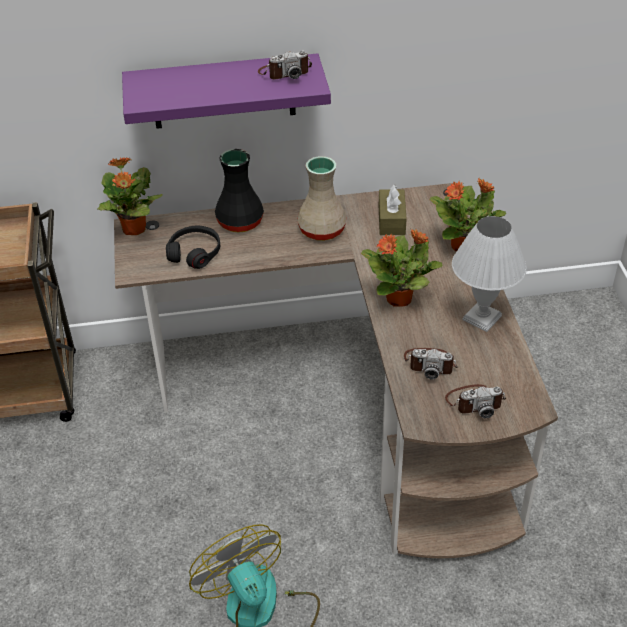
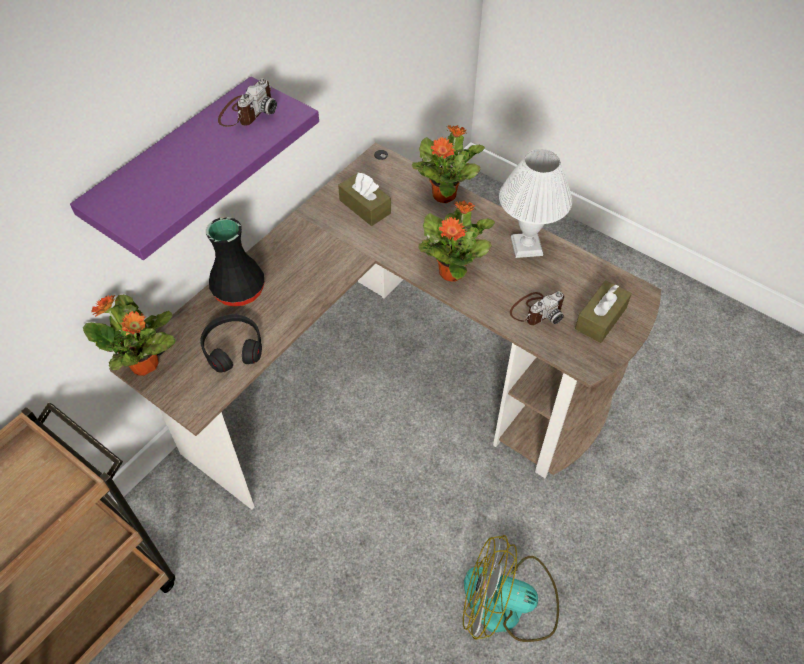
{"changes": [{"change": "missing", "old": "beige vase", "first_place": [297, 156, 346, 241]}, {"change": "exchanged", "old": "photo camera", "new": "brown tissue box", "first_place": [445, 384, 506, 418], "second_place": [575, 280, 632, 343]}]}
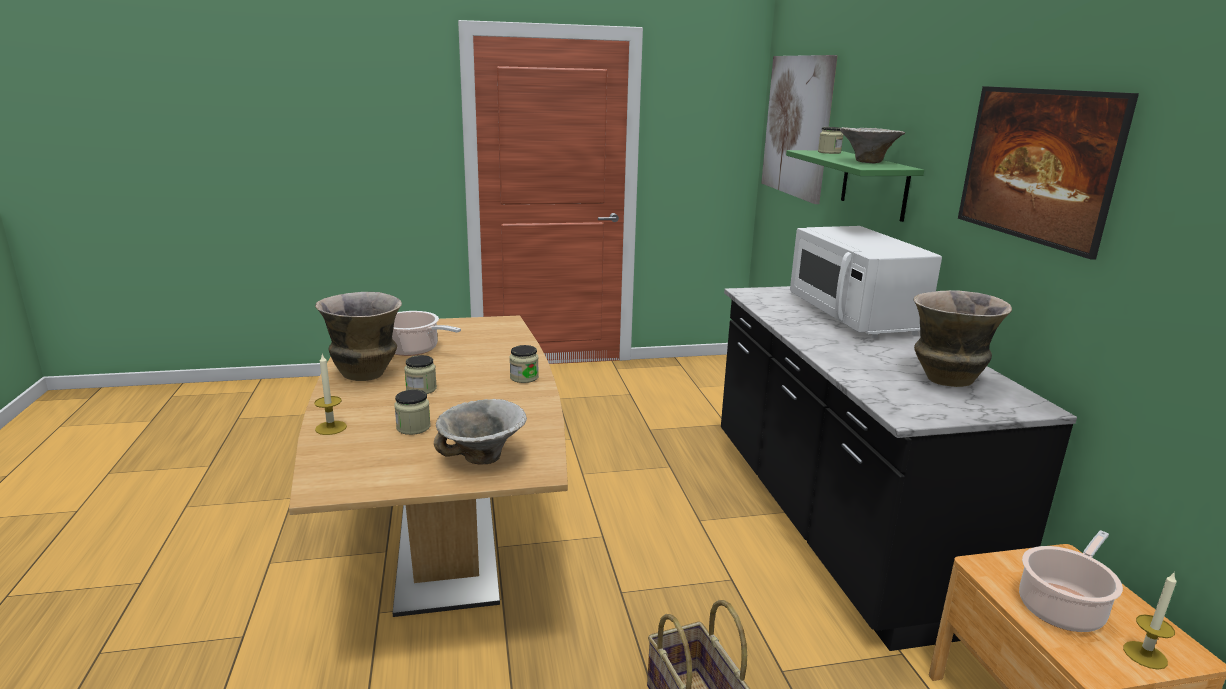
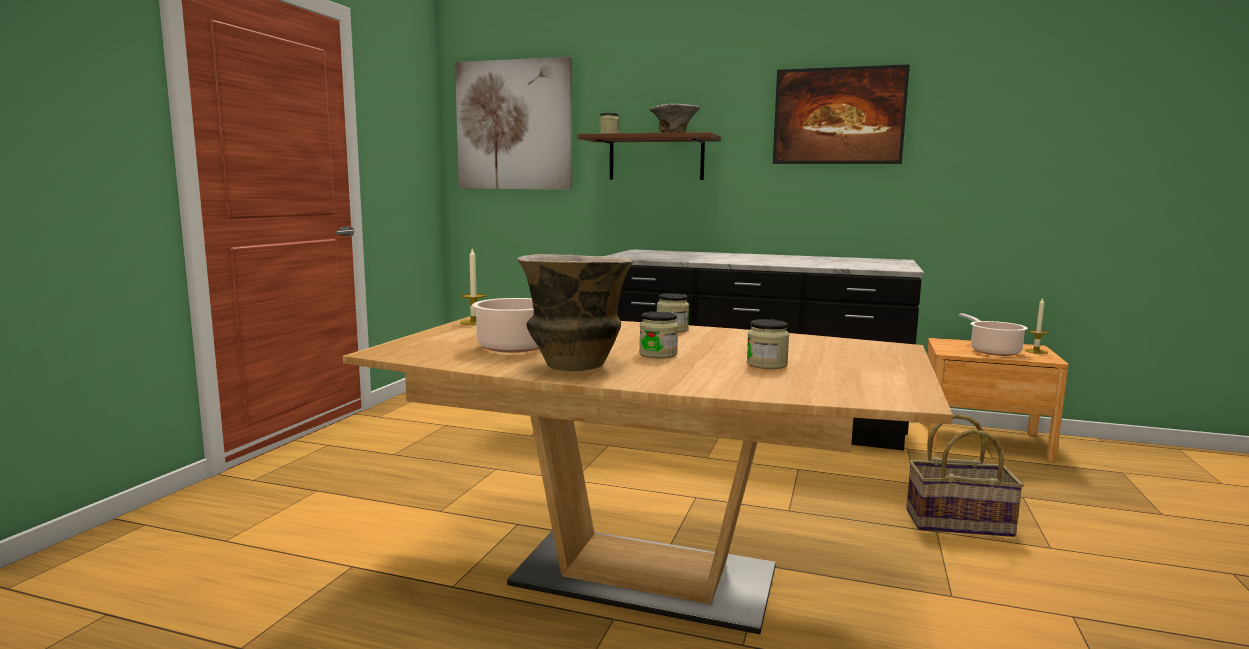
{"changes": [{"change": "relocated", "old": "candle", "first_place": [314, 354, 347, 435], "second_place": [460, 249, 486, 325]}, {"change": "missing", "old": "bowl", "first_place": [434, 399, 527, 465]}, {"change": "colour", "old": "green shelf", "new": "brown shelf", "first_place": [786, 150, 924, 222], "second_place": [578, 132, 721, 180]}, {"change": "missing", "old": "white microwave", "first_place": [790, 226, 942, 338]}, {"change": "missing", "old": "vase", "first_place": [913, 290, 1012, 387]}]}
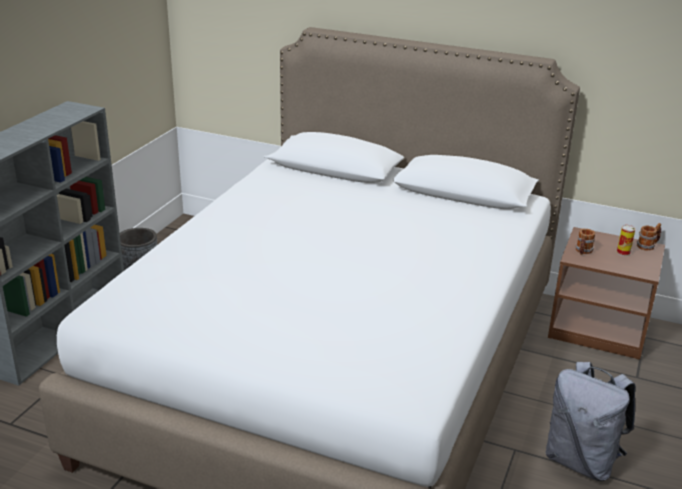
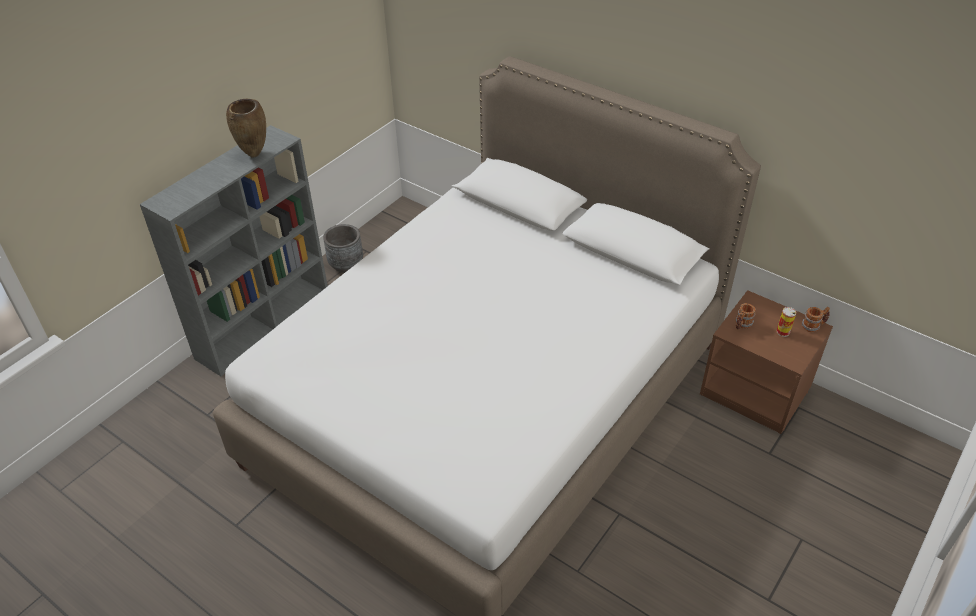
{"changes": [{"change": "missing", "old": "grey backpack", "first_place": [545, 362, 636, 481]}, {"change": "appeared", "new": "brown vase", "second_place": [226, 99, 266, 158]}]}
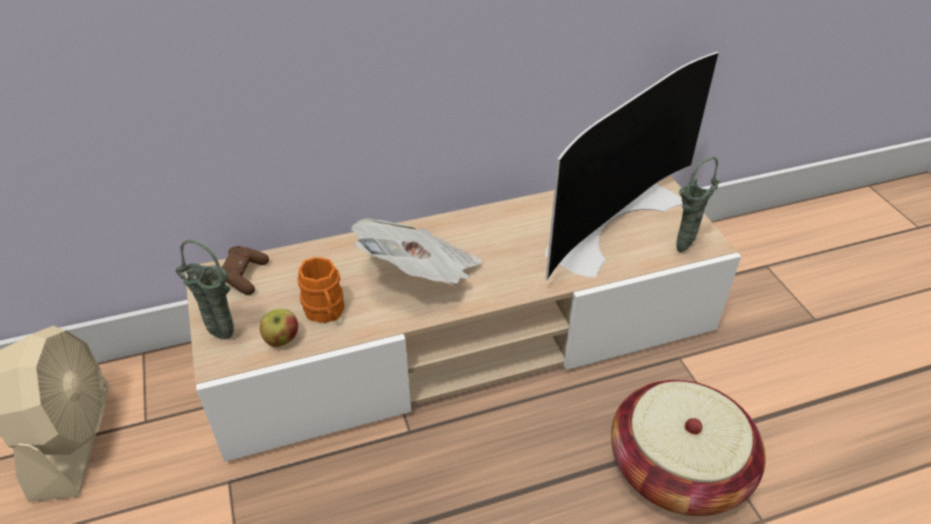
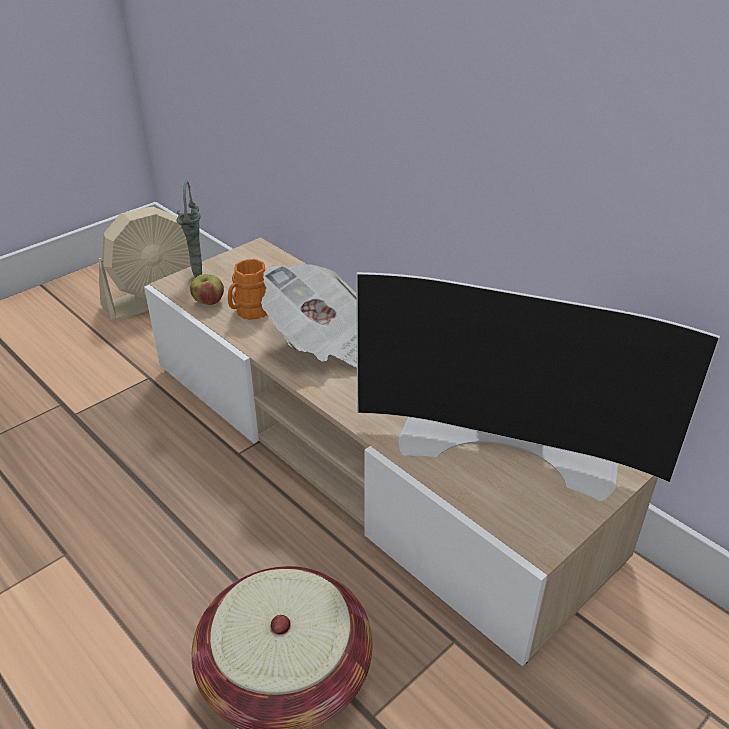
{"changes": [{"change": "missing", "old": "brown game controller", "first_place": [221, 246, 269, 295]}, {"change": "missing", "old": "green vase", "first_place": [676, 157, 720, 252]}]}
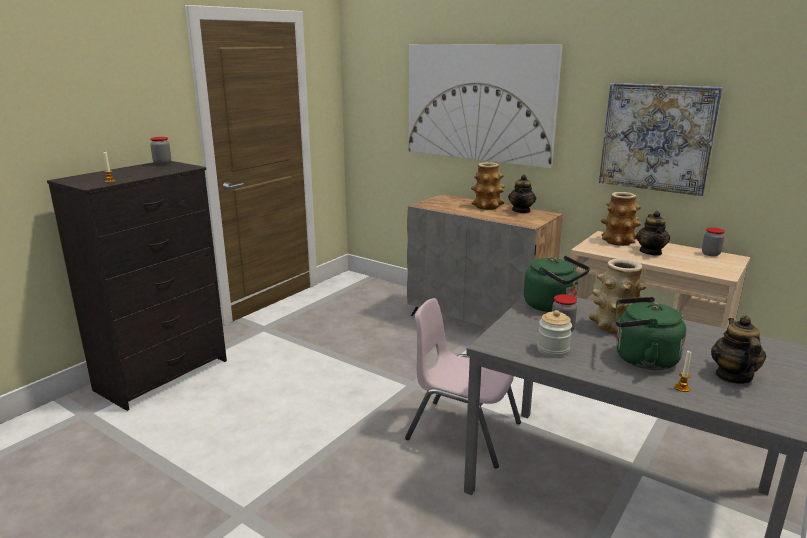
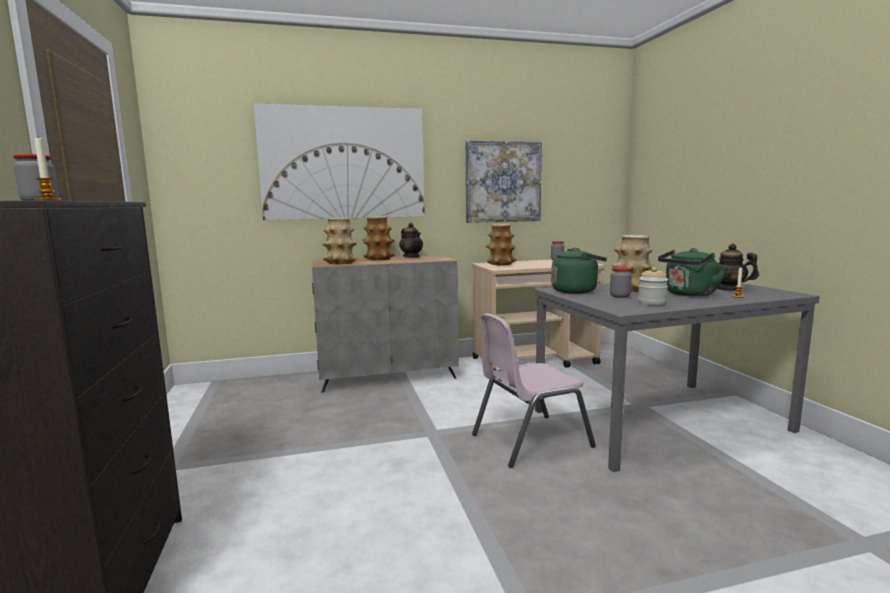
{"changes": [{"change": "missing", "old": "teapot", "first_place": [636, 211, 670, 256]}, {"change": "appeared", "new": "vase", "second_place": [322, 218, 357, 264]}]}
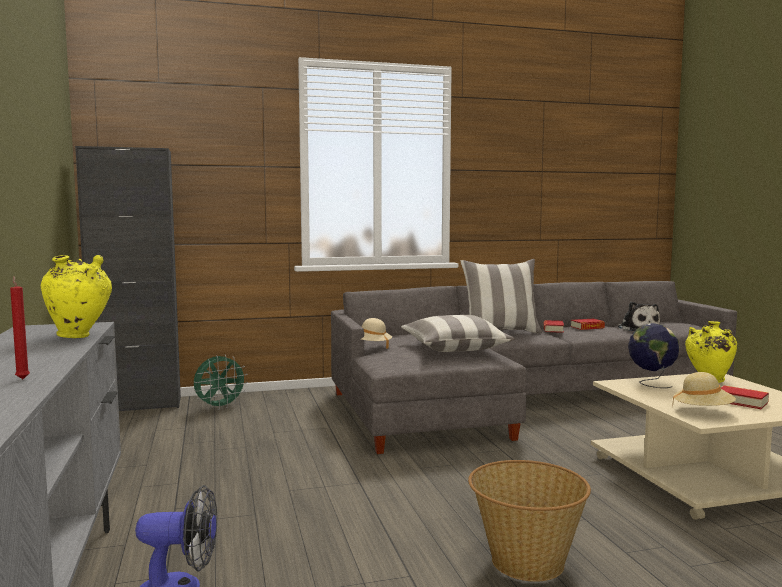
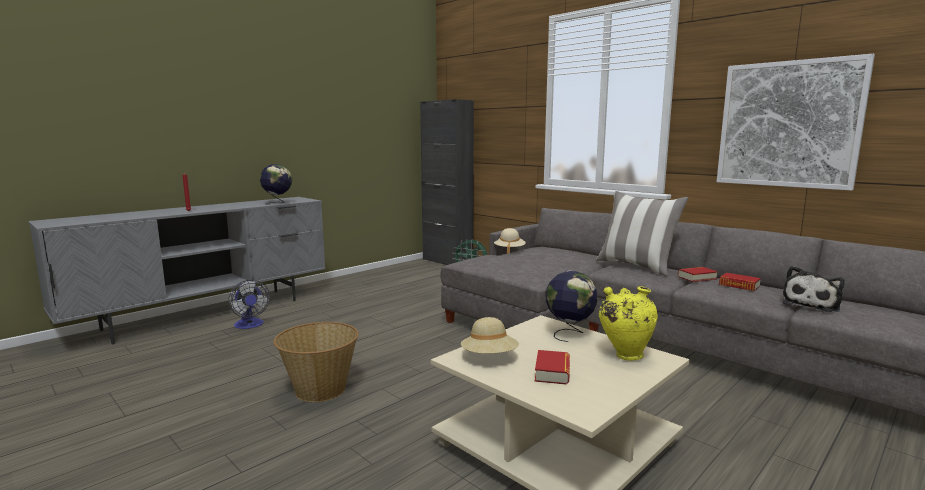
{"changes": [{"change": "exchanged", "old": "yellow vase", "new": "globe", "first_place": [41, 255, 112, 338], "second_place": [260, 164, 292, 205]}, {"change": "missing", "old": "pillow", "first_place": [401, 315, 515, 352]}, {"change": "appeared", "new": "picture", "second_place": [717, 54, 875, 191]}]}
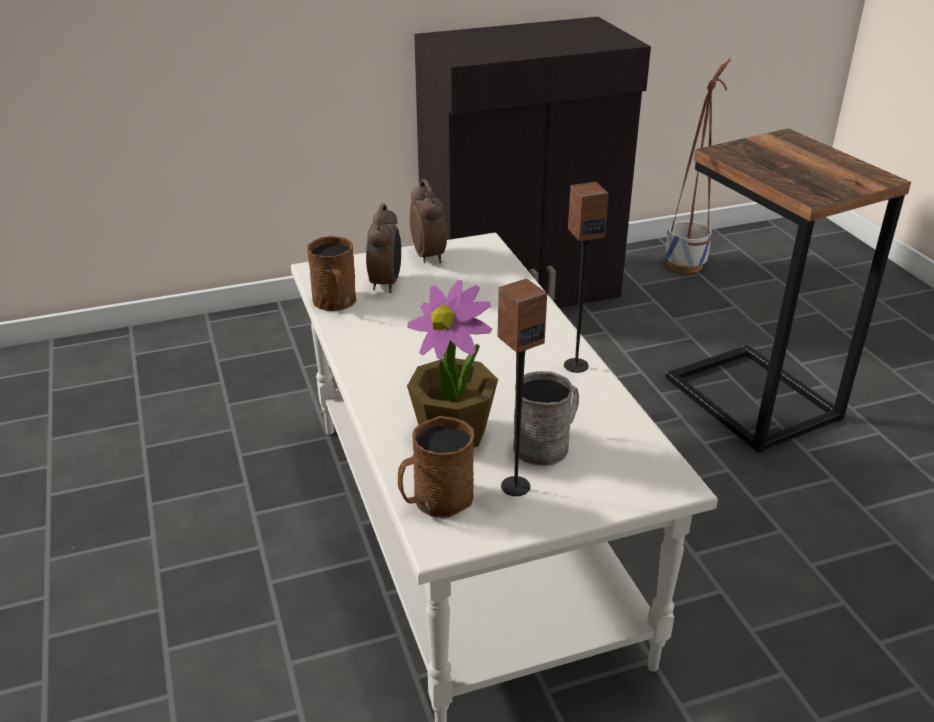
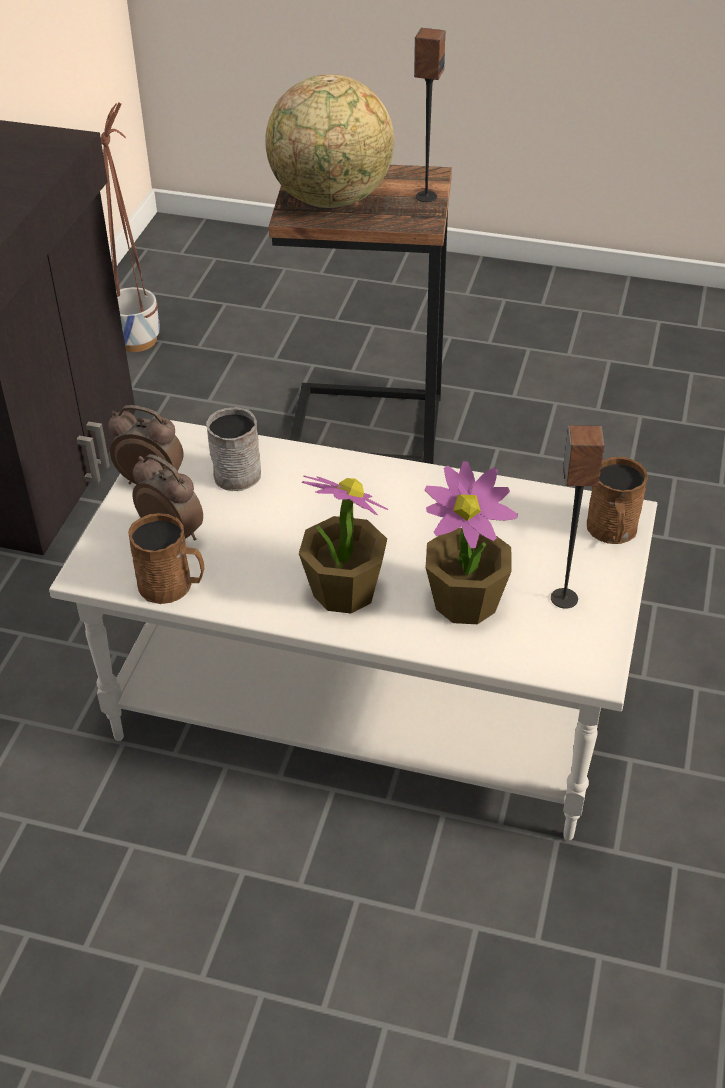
{"changes": [{"change": "relocated", "old": "brown mug", "first_place": [398, 416, 474, 518], "second_place": [587, 457, 648, 544]}, {"change": "relocated", "old": "grey mug", "first_place": [513, 371, 579, 466], "second_place": [206, 407, 261, 491]}, {"change": "relocated", "old": "speaker", "first_place": [564, 182, 609, 373], "second_place": [414, 28, 445, 202]}, {"change": "appeared", "new": "globe", "second_place": [265, 74, 394, 208]}, {"change": "appeared", "new": "potted plant", "second_place": [299, 475, 388, 614]}]}
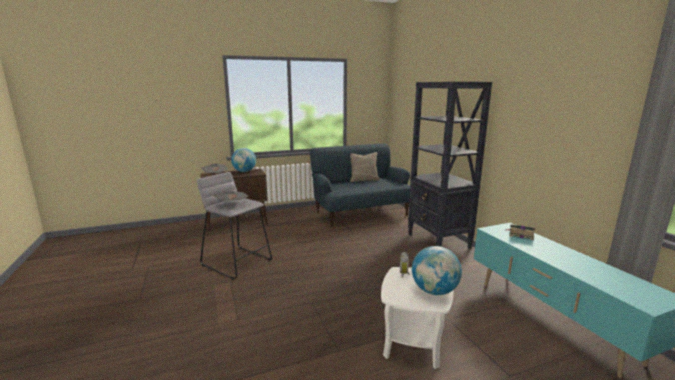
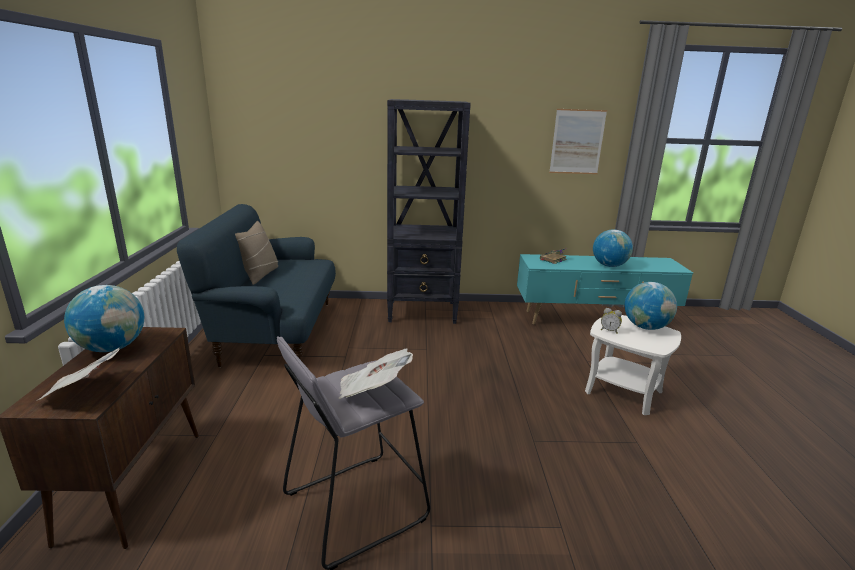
{"changes": [{"change": "appeared", "new": "picture", "second_place": [549, 109, 607, 174]}, {"change": "appeared", "new": "globe", "second_place": [593, 229, 633, 267]}]}
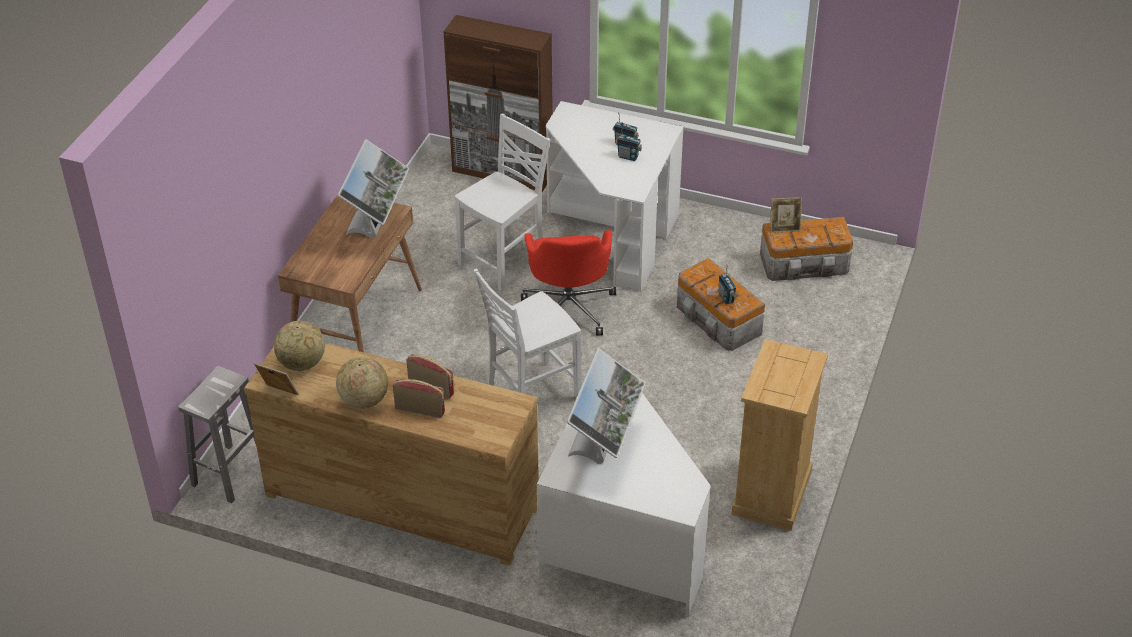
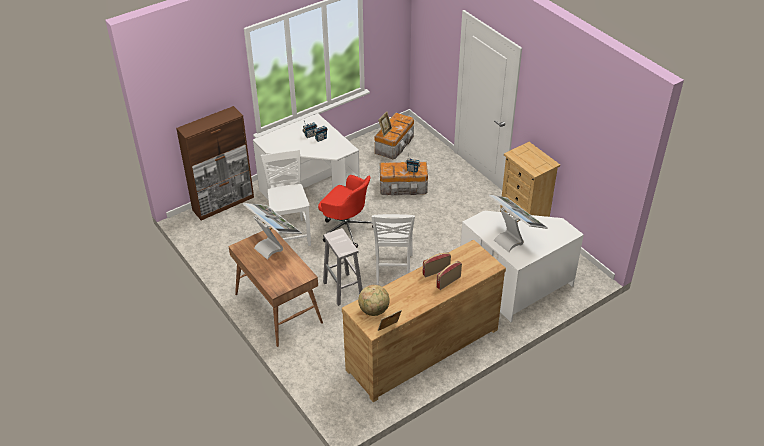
{"changes": [{"change": "relocated", "old": "white stool", "first_place": [178, 366, 256, 503], "second_place": [323, 228, 363, 306]}, {"change": "missing", "old": "globe", "first_place": [336, 357, 388, 409]}]}
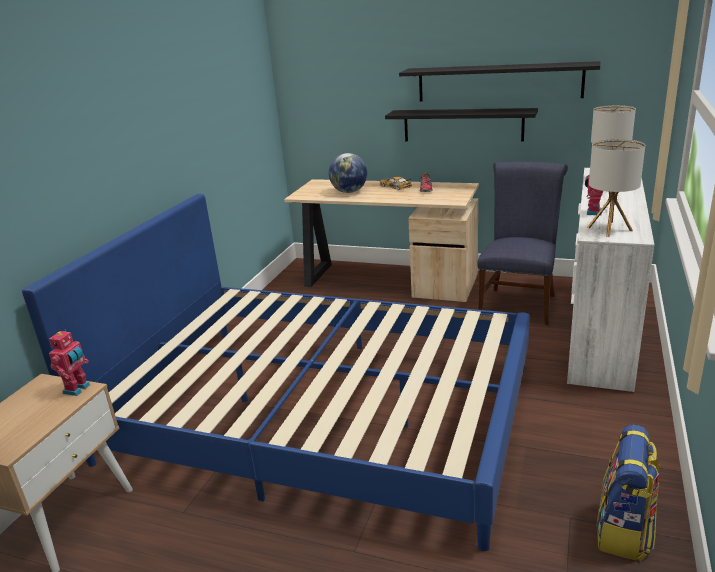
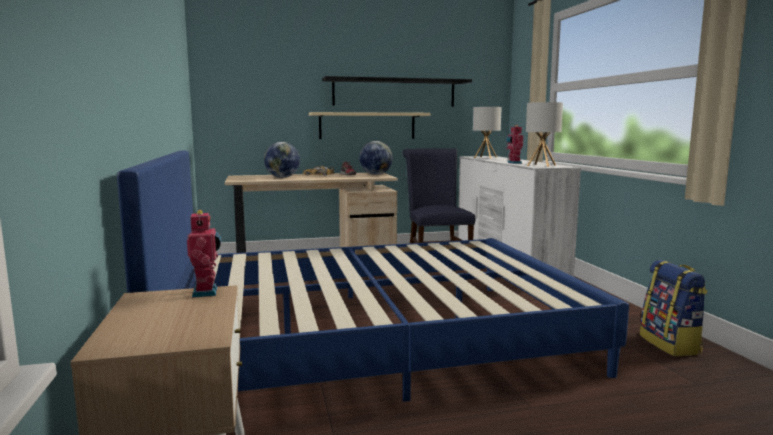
{"changes": [{"change": "colour", "old": "black shelf", "new": "beige shelf", "first_place": [385, 108, 538, 142], "second_place": [309, 112, 430, 139]}, {"change": "appeared", "new": "globe", "second_place": [359, 141, 393, 175]}]}
